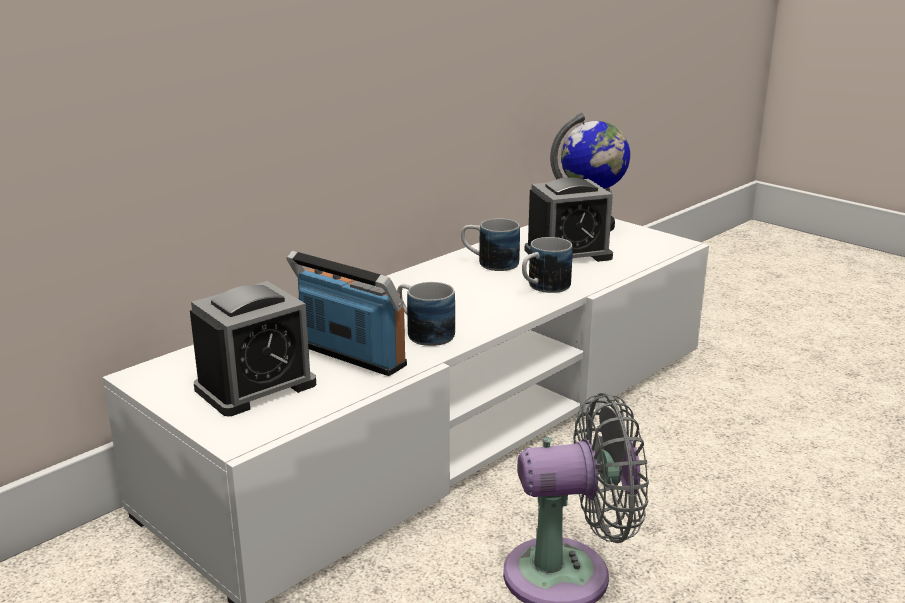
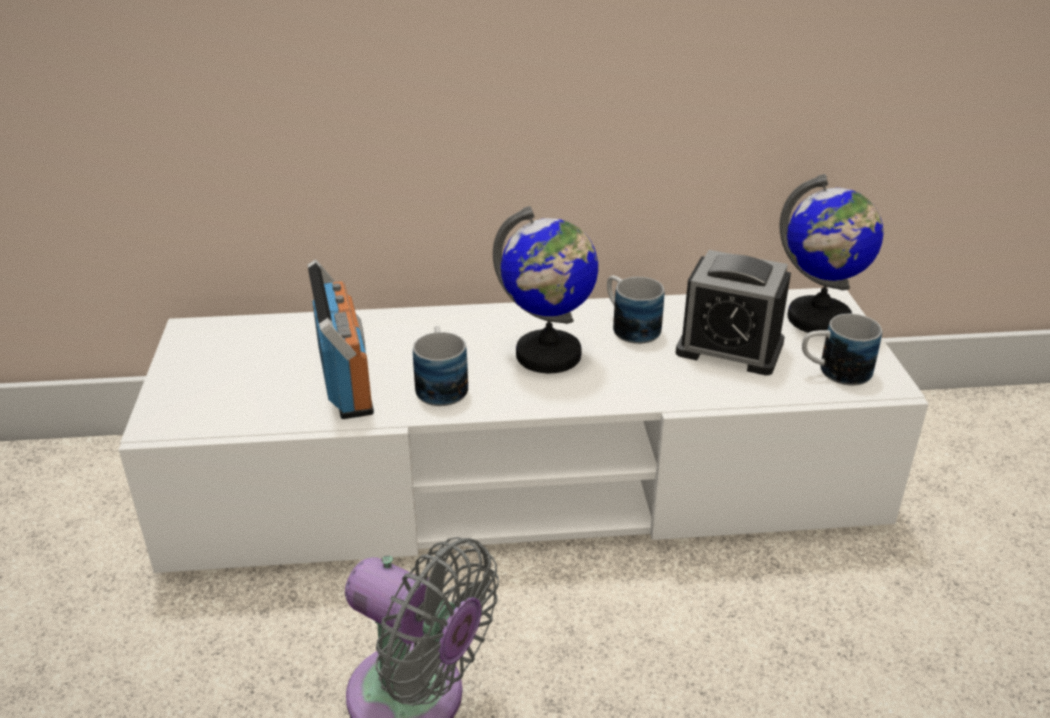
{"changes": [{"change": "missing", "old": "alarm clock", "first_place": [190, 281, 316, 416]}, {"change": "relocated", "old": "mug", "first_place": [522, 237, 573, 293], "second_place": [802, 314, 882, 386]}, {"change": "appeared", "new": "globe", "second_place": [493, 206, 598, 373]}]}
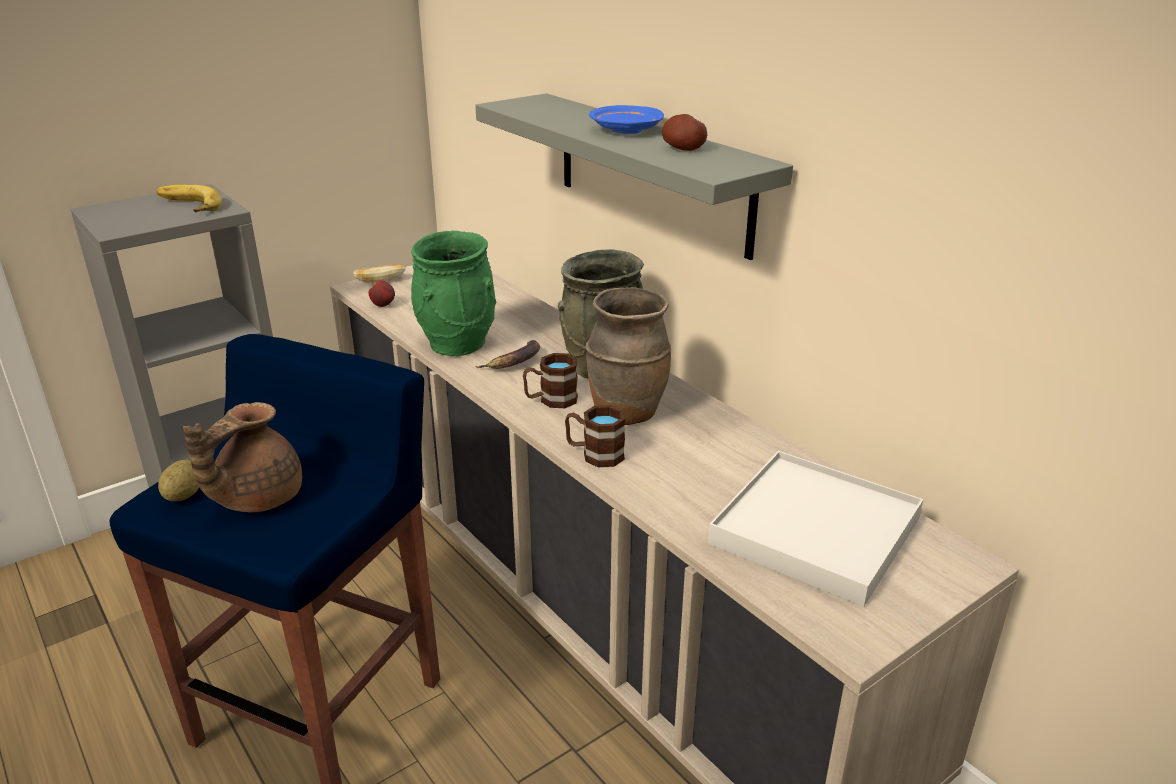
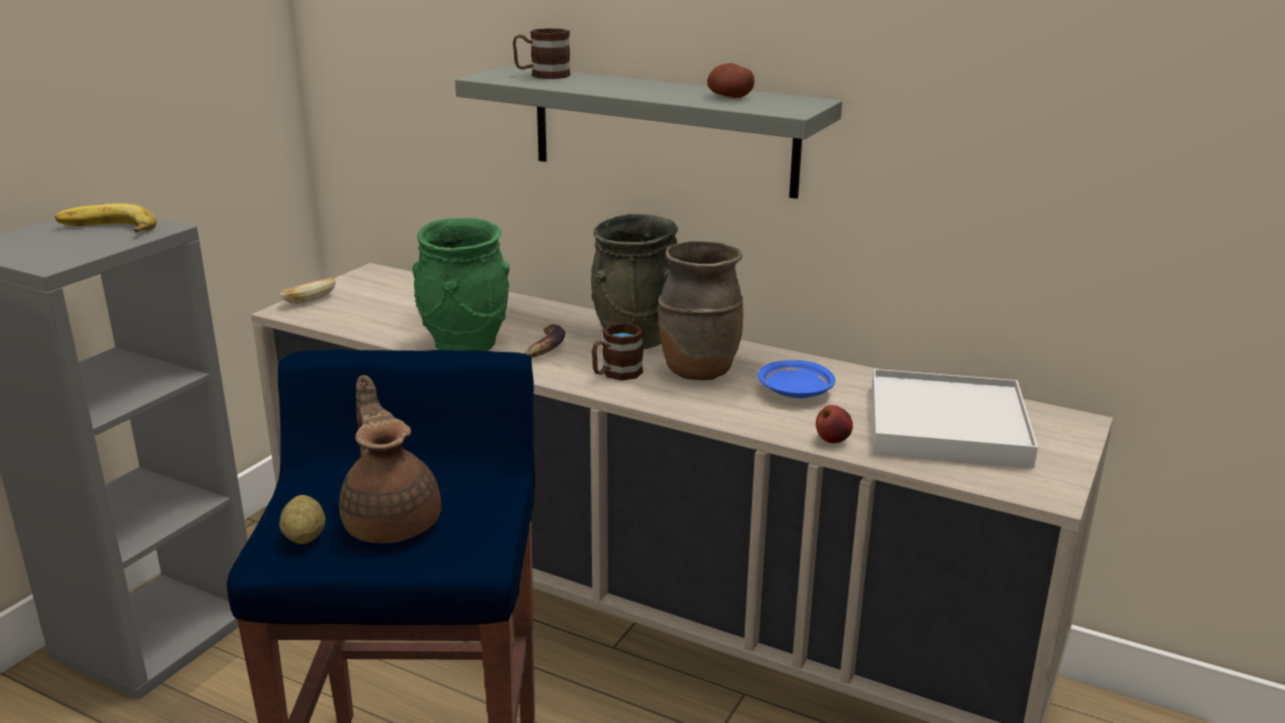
{"changes": [{"change": "spun", "old": "brown teapot", "first_place": [183, 402, 302, 512], "second_place": [339, 375, 441, 543], "degrees": 150}, {"change": "relocated", "old": "apple", "first_place": [368, 280, 395, 307], "second_place": [816, 405, 853, 443]}, {"change": "relocated", "old": "brown mug", "first_place": [565, 405, 626, 467], "second_place": [513, 28, 571, 79]}, {"change": "relocated", "old": "blue plate", "first_place": [589, 105, 664, 134], "second_place": [758, 360, 836, 398]}]}
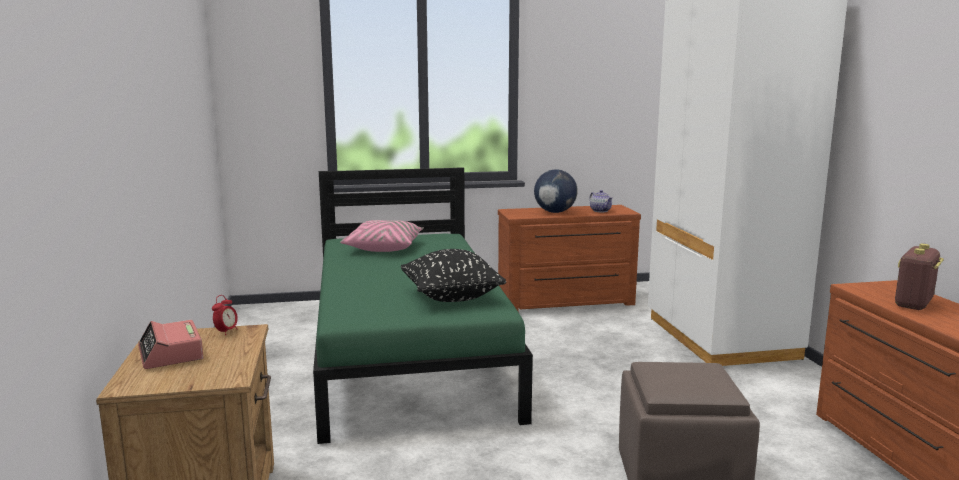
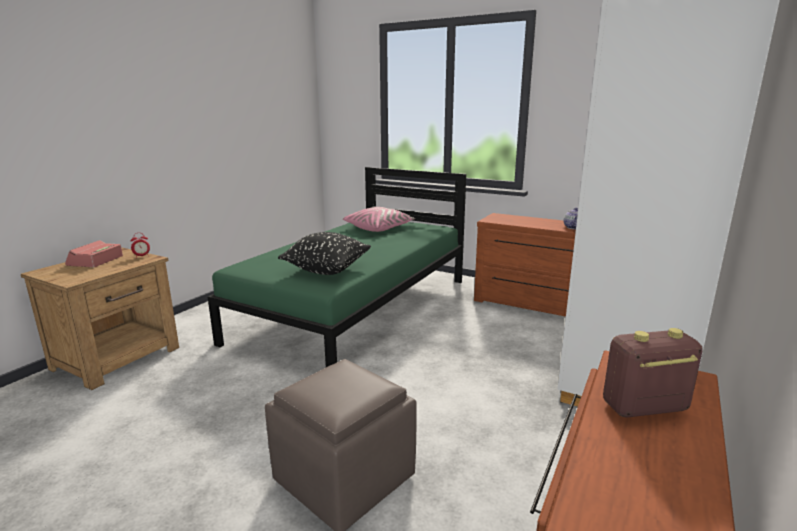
{"changes": [{"change": "missing", "old": "globe", "first_place": [534, 170, 578, 213]}]}
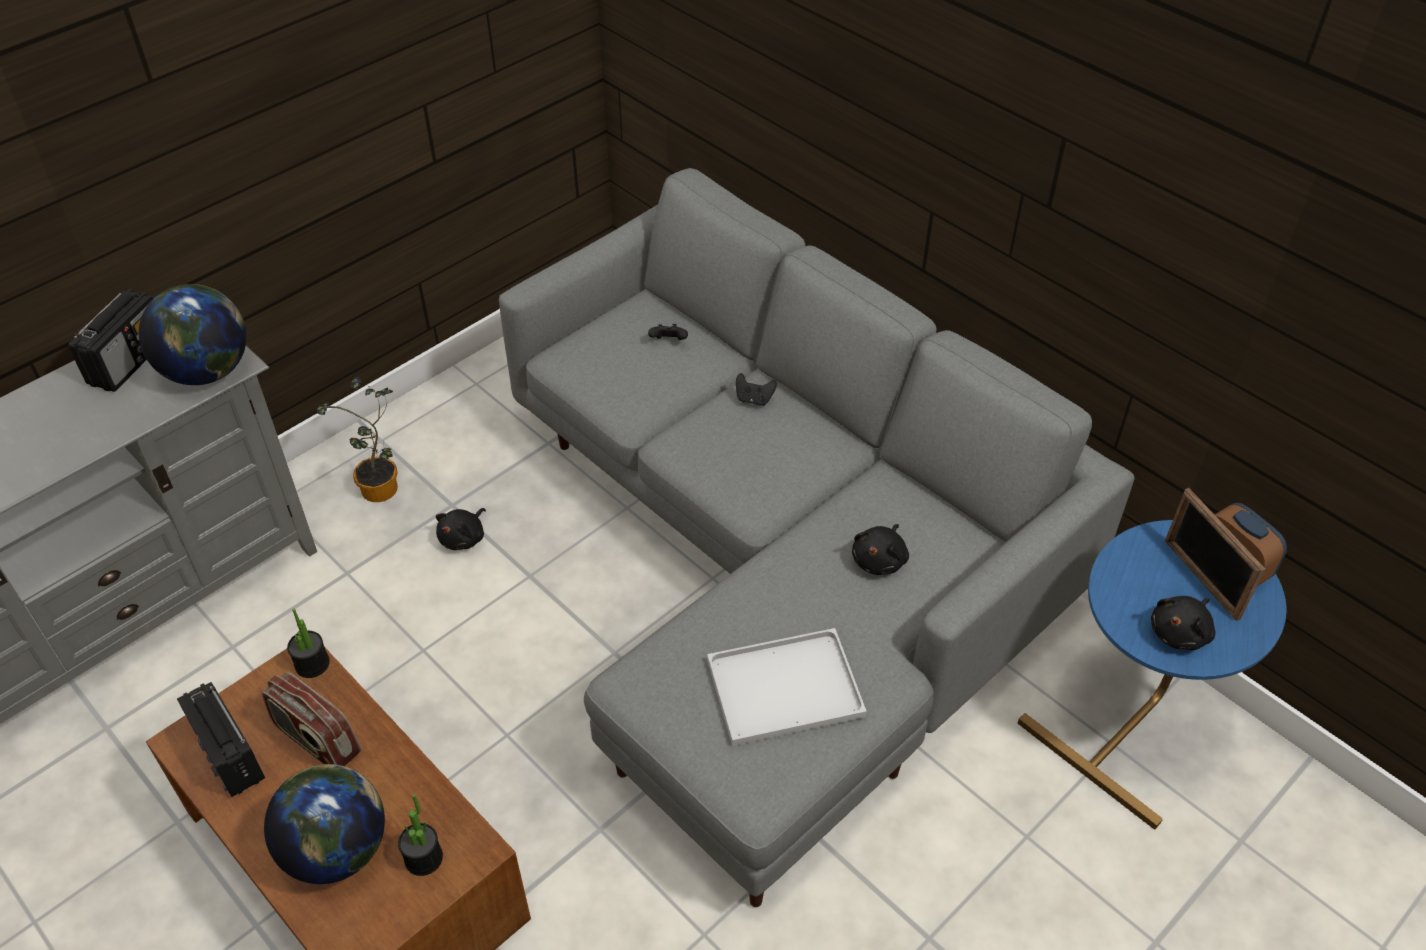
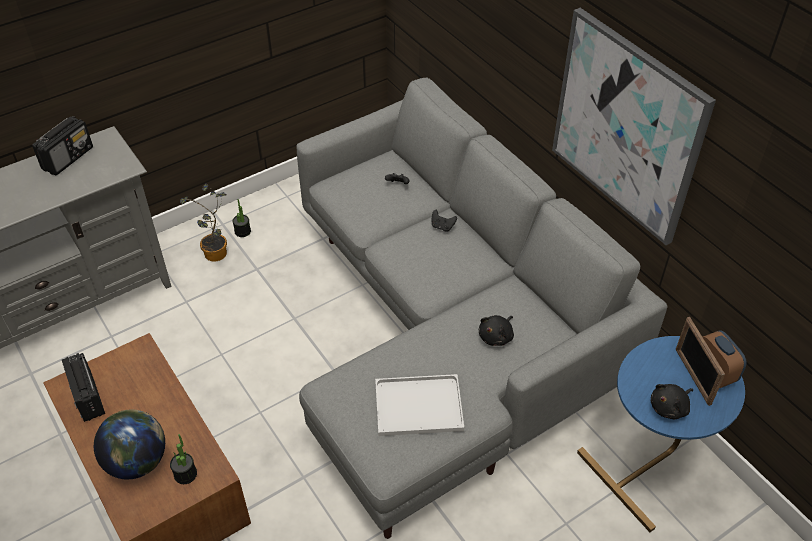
{"changes": [{"change": "missing", "old": "globe", "first_place": [139, 284, 247, 385]}, {"change": "missing", "old": "radio", "first_place": [262, 672, 361, 766]}, {"change": "relocated", "old": "potted plant", "first_place": [287, 609, 330, 678], "second_place": [232, 199, 251, 237]}, {"change": "missing", "old": "black plush toy", "first_place": [436, 508, 486, 550]}, {"change": "appeared", "new": "picture", "second_place": [552, 8, 716, 245]}]}
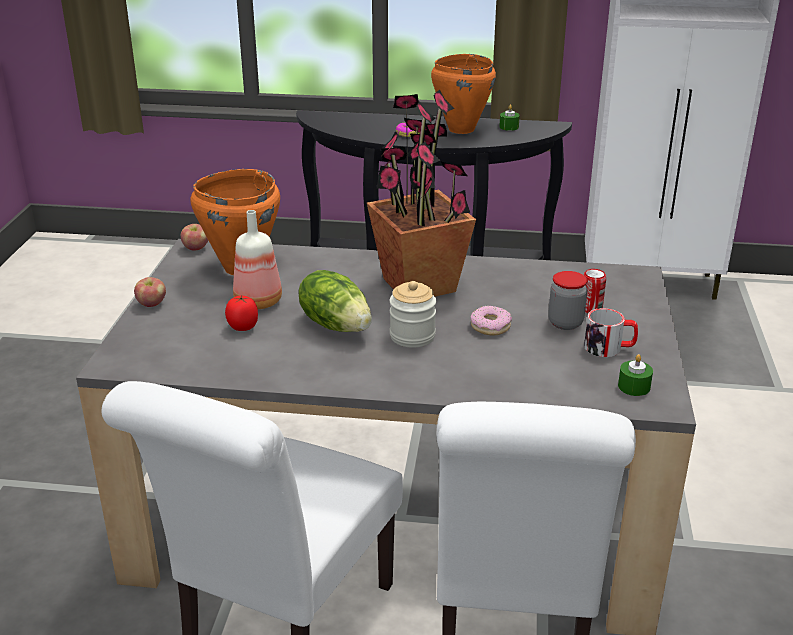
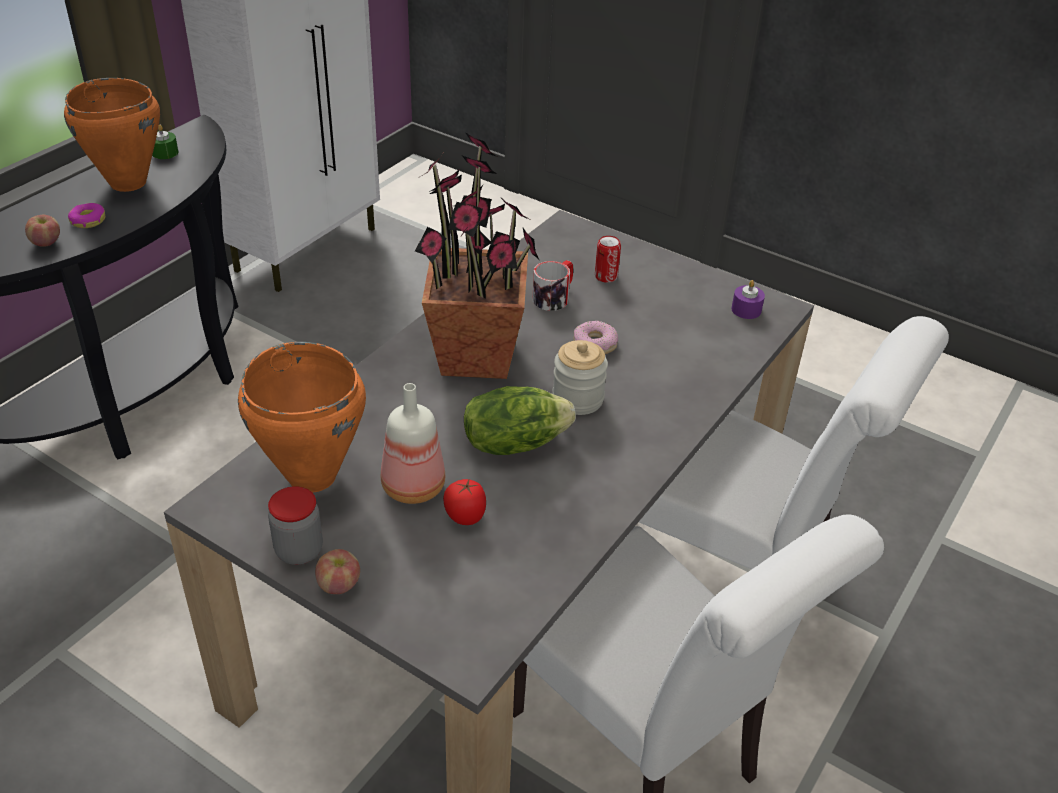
{"changes": [{"change": "relocated", "old": "apple", "first_place": [181, 224, 208, 251], "second_place": [25, 215, 60, 247]}, {"change": "relocated", "old": "jar", "first_place": [548, 271, 588, 330], "second_place": [268, 486, 323, 565]}, {"change": "relocated", "old": "mug", "first_place": [584, 308, 638, 357], "second_place": [533, 260, 573, 311]}, {"change": "colour", "old": "green candle", "new": "purple candle", "first_place": [618, 354, 653, 396], "second_place": [732, 280, 765, 319]}]}
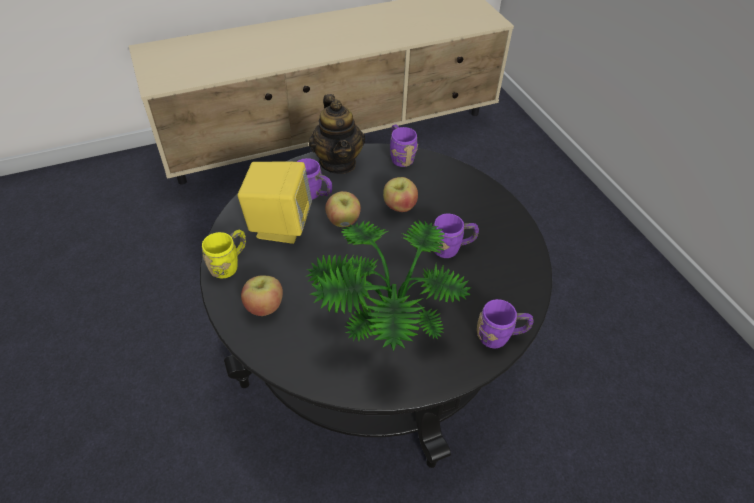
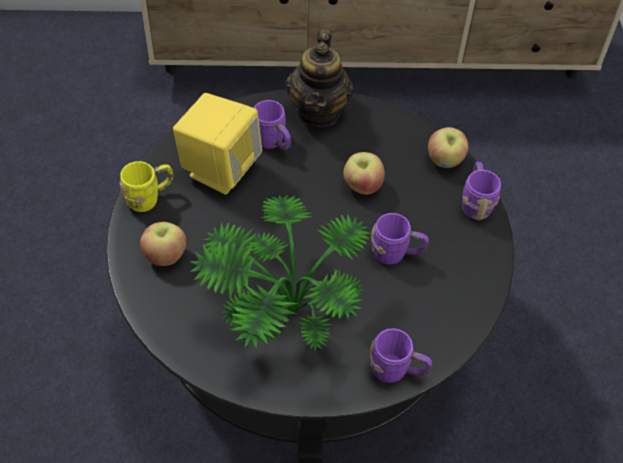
{"changes": [{"change": "relocated", "old": "apple", "first_place": [325, 191, 361, 227], "second_place": [428, 127, 469, 168]}, {"change": "relocated", "old": "purple mug", "first_place": [390, 124, 418, 167], "second_place": [462, 162, 501, 220]}]}
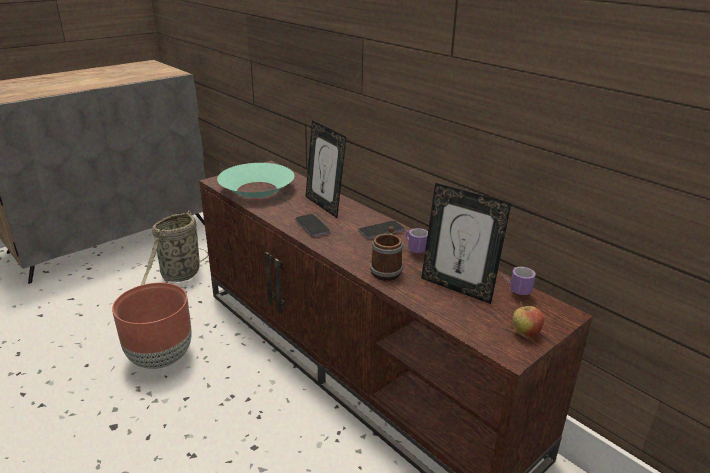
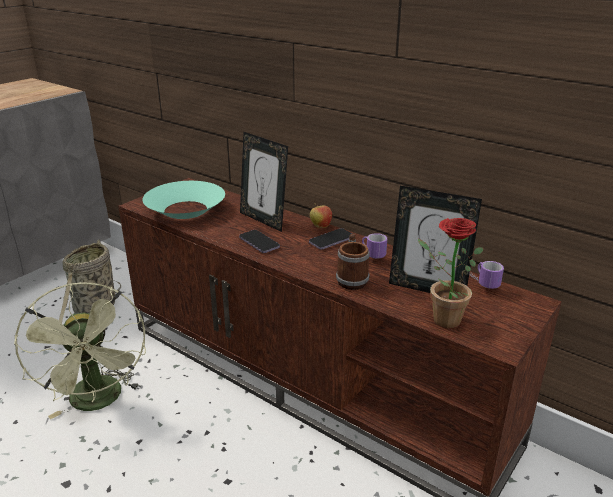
{"changes": [{"change": "exchanged", "old": "brown planter", "new": "green fan", "first_place": [112, 283, 192, 369], "second_place": [14, 282, 146, 419]}, {"change": "relocated", "old": "apple", "first_place": [513, 303, 544, 338], "second_place": [310, 204, 332, 228]}, {"change": "appeared", "new": "potted plant", "second_place": [418, 218, 483, 328]}]}
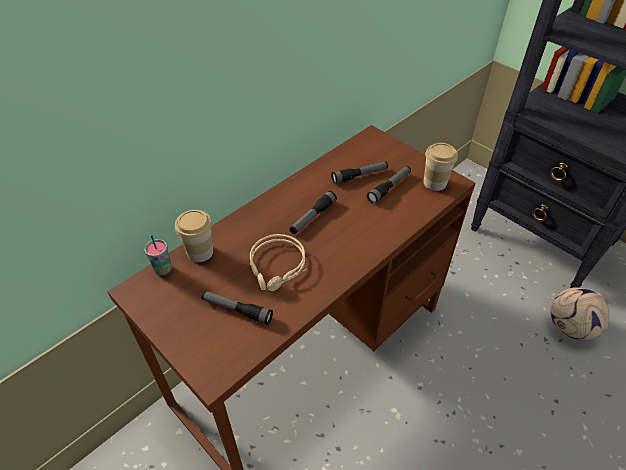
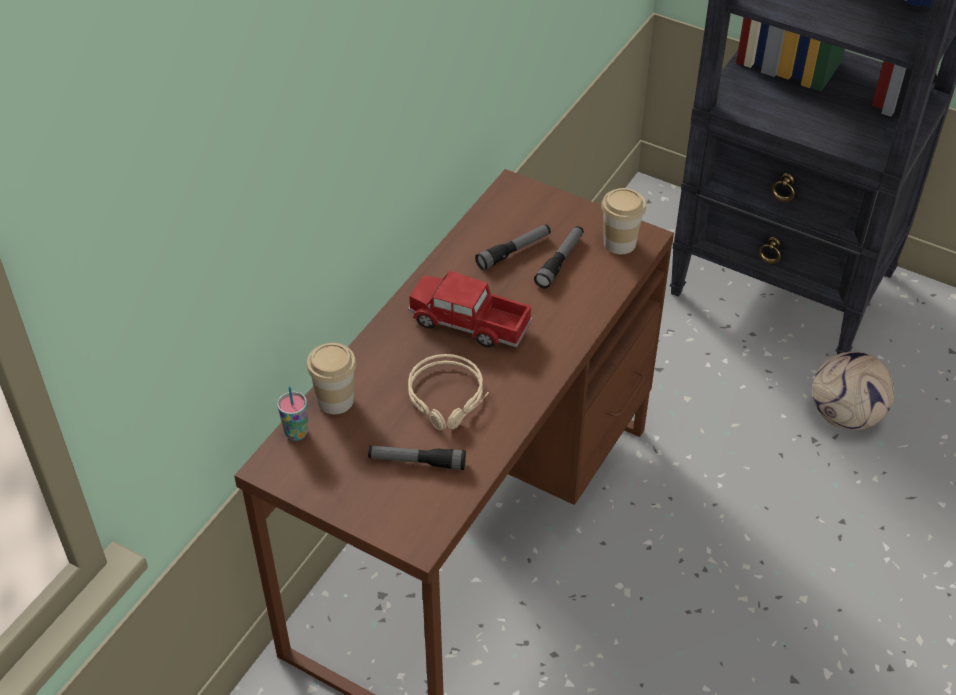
{"changes": [{"change": "exchanged", "old": "flashlight", "new": "toy truck", "first_place": [290, 191, 337, 234], "second_place": [408, 271, 533, 348]}]}
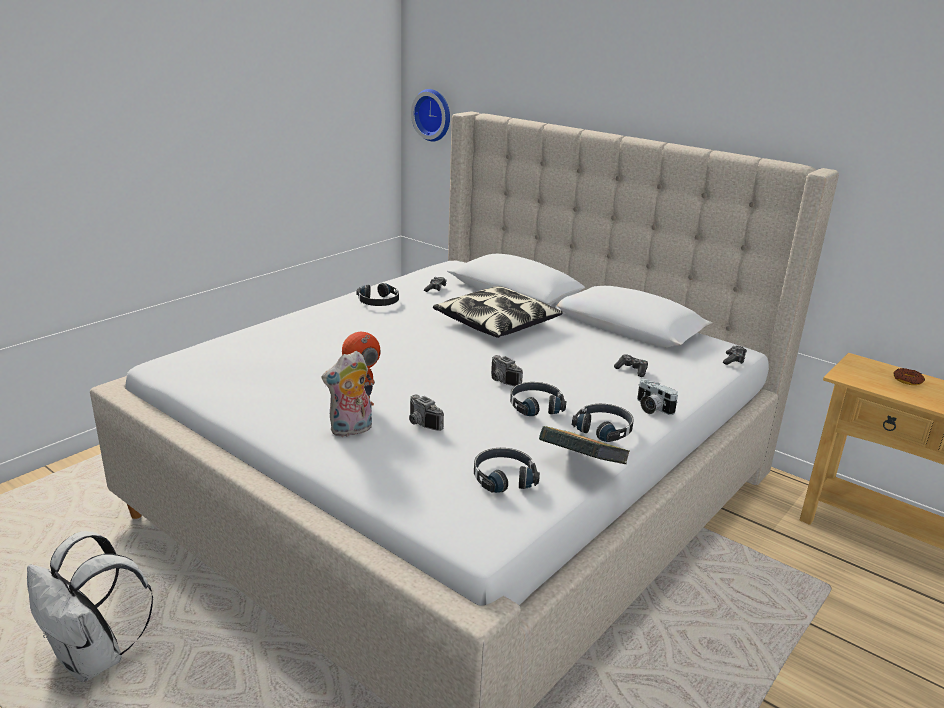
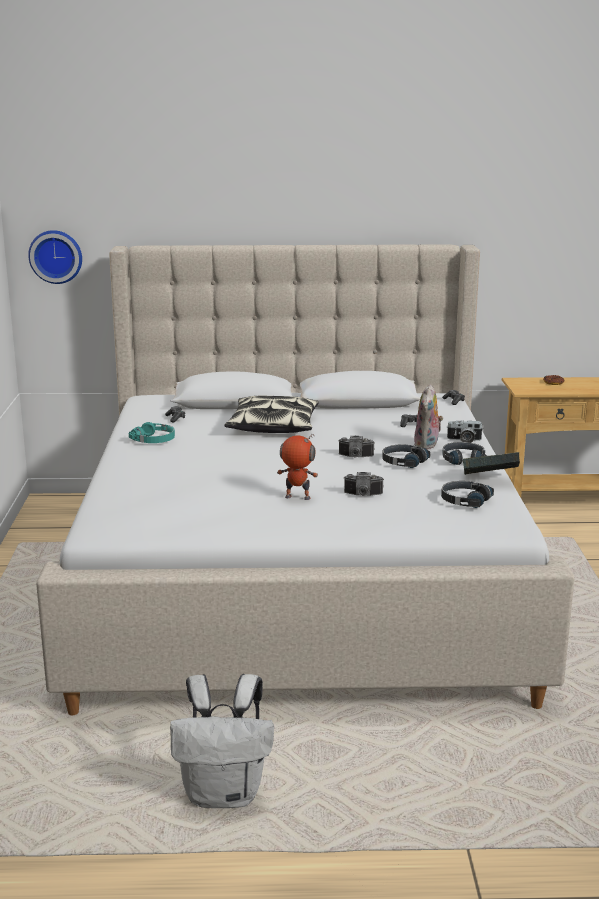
{"changes": [{"change": "relocated", "old": "plush toy", "first_place": [322, 351, 372, 437], "second_place": [414, 384, 443, 450]}, {"change": "colour", "old": "black headphones", "new": "turquoise headphones", "first_place": [356, 283, 399, 306], "second_place": [129, 422, 175, 443]}]}
